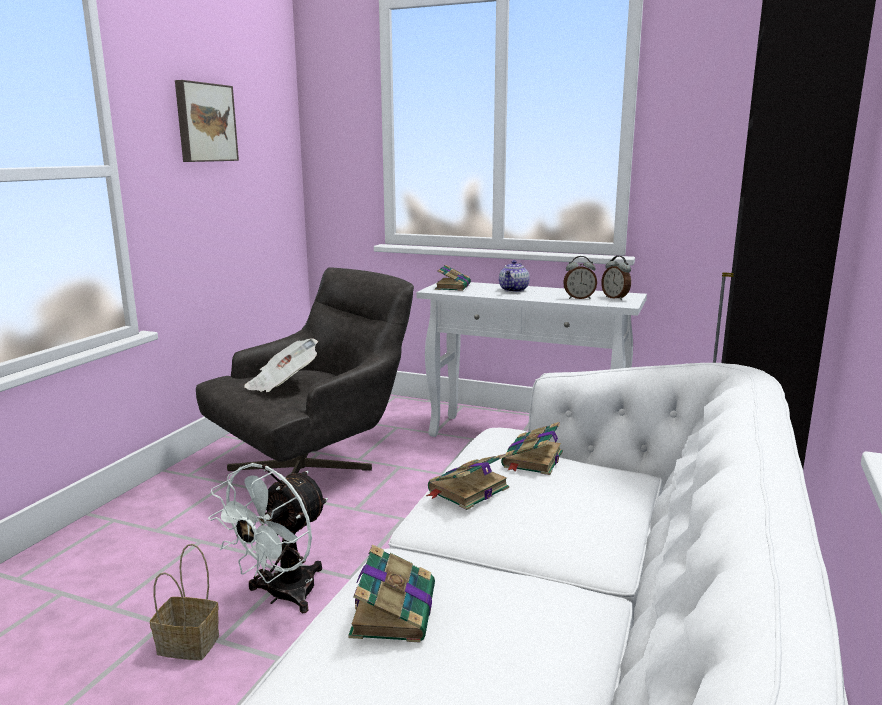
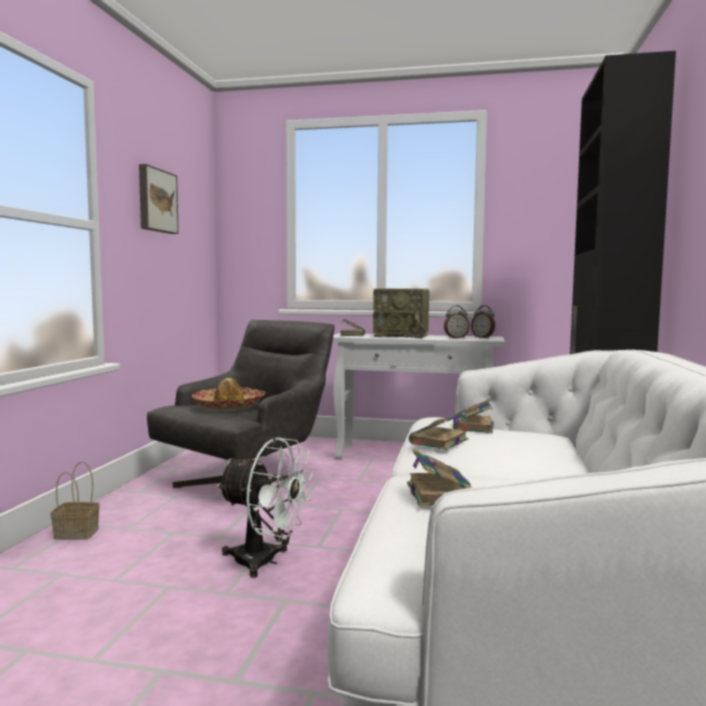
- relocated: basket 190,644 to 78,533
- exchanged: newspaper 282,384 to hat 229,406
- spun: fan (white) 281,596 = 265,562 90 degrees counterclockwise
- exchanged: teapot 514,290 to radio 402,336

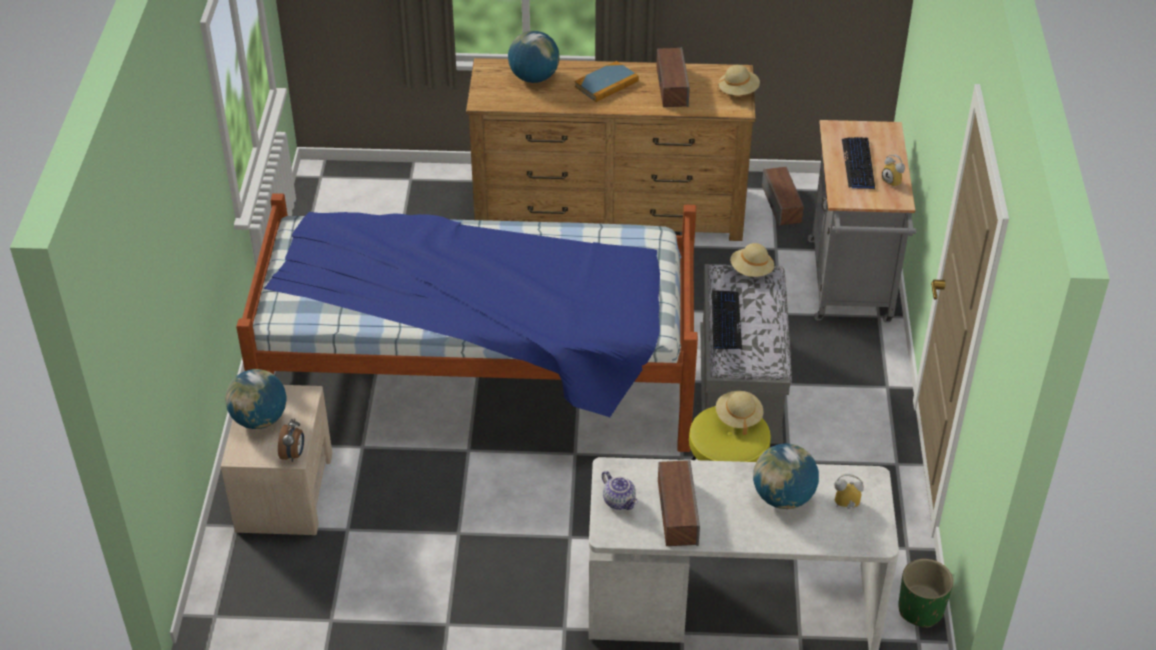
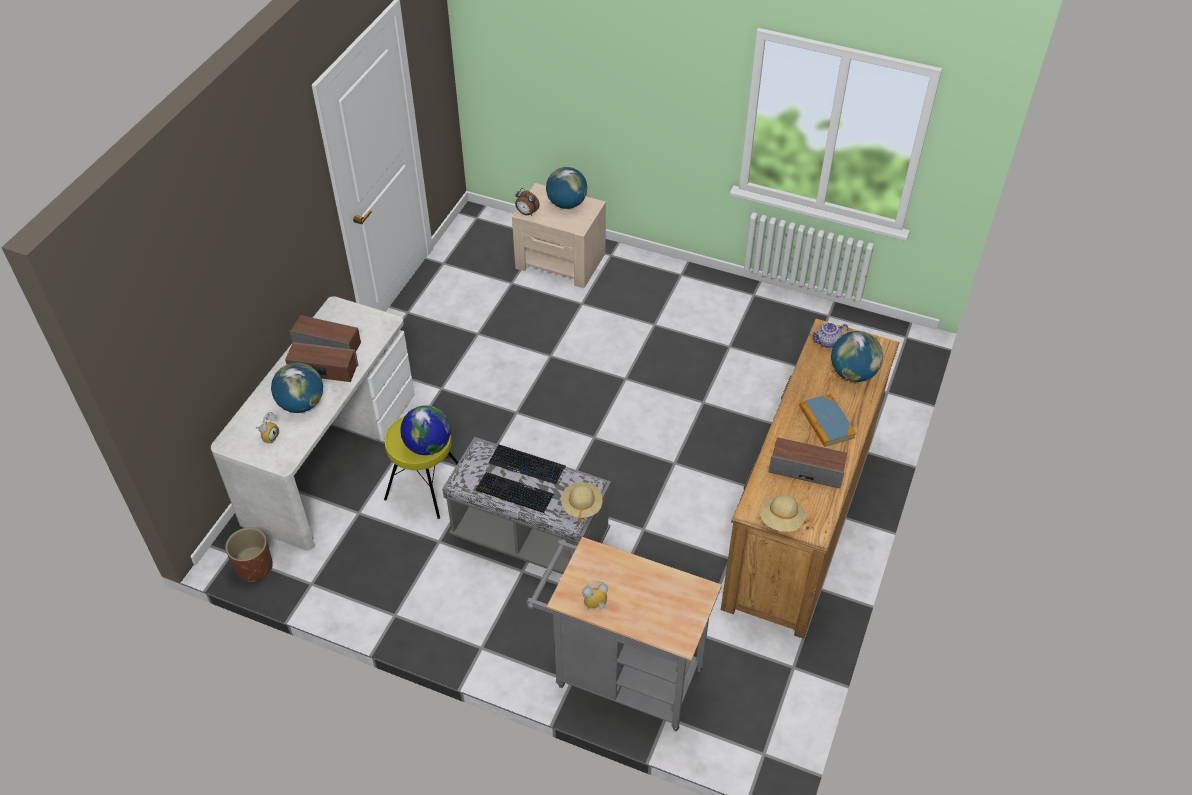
- colour: planter (green) 920,610 to planter (brown) 254,567
- relocated: speaker 782,204 to 323,370
- exchanged: hat (beige) 738,417 to globe 428,445
- relocated: keyboard 858,164 to 514,493
- relocated: teapot 620,501 to 827,342
- missing: bed 481,377

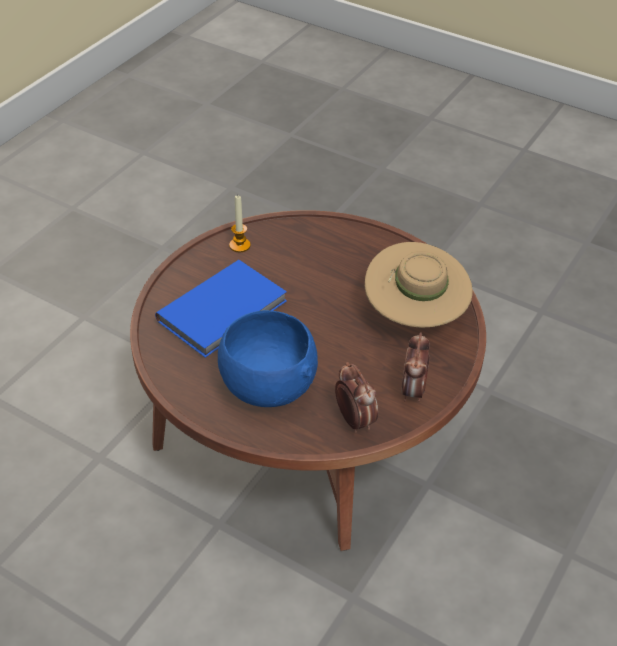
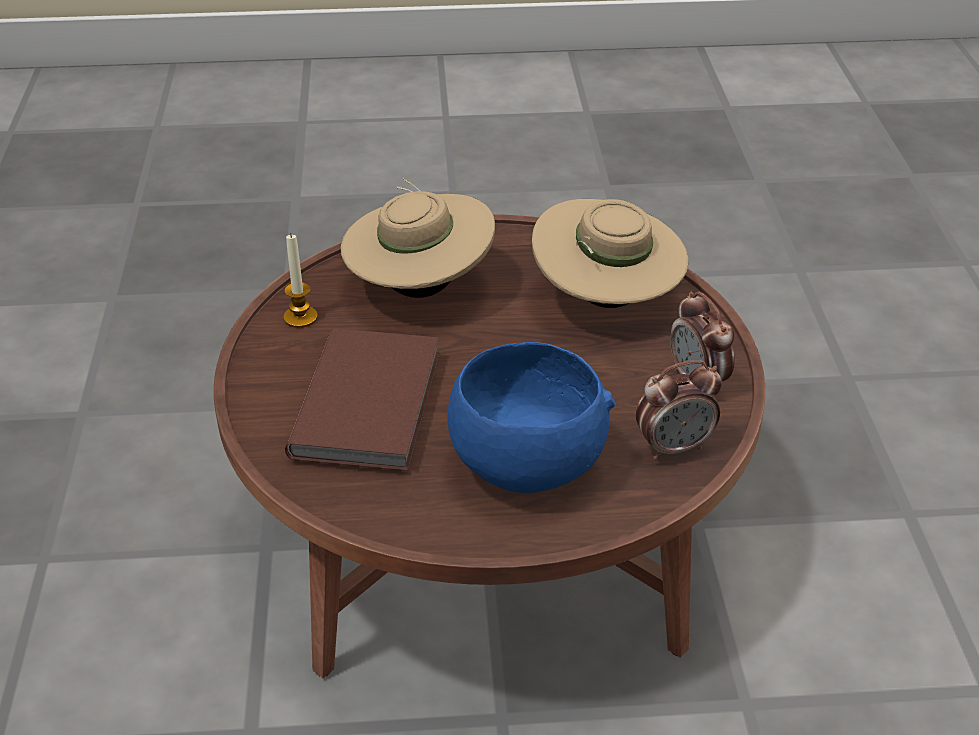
- colour: book (blue) 225,311 to book (brown) 372,402
- appeared: hat (beige) 419,287
- spun: alarm clock 354,420 = 674,447 135 degrees clockwise

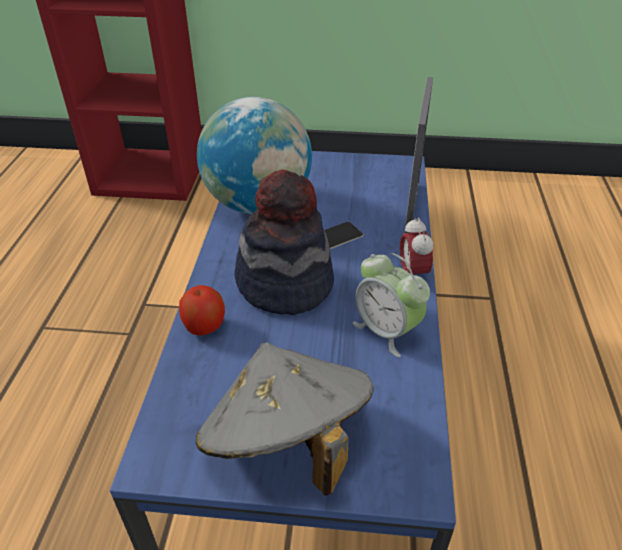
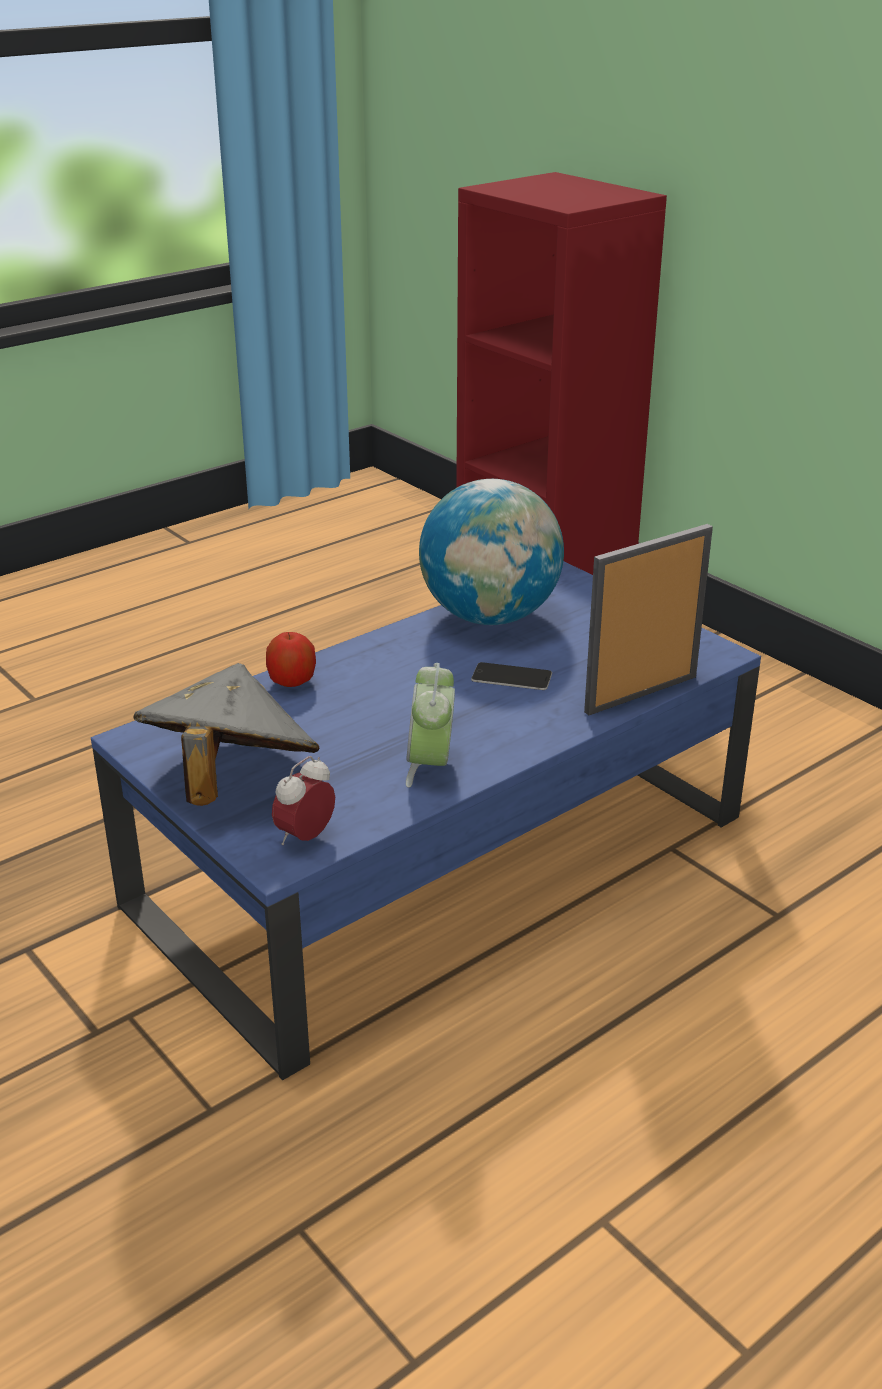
- relocated: alarm clock 412,273 to 305,837
- missing: hat 284,284

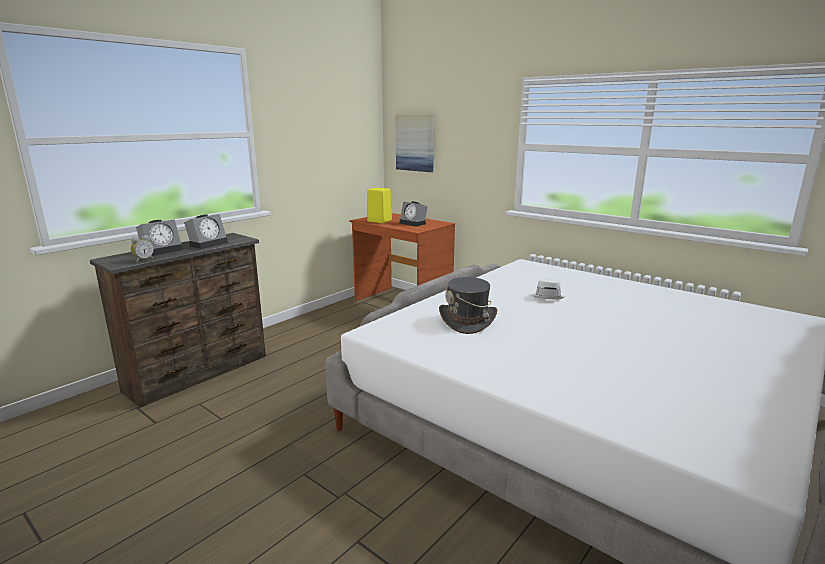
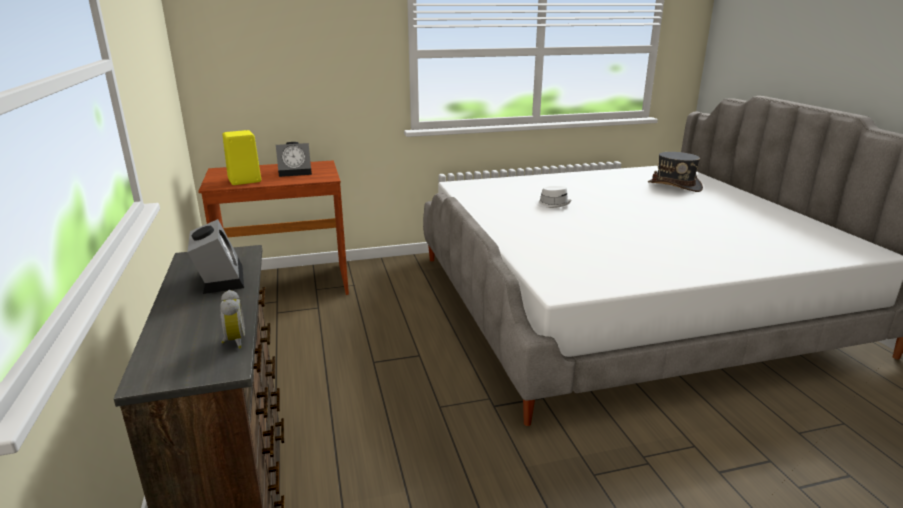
- relocated: hat (grey) 467,320 to 674,186
- missing: alarm clock 162,250
- missing: picture 415,142

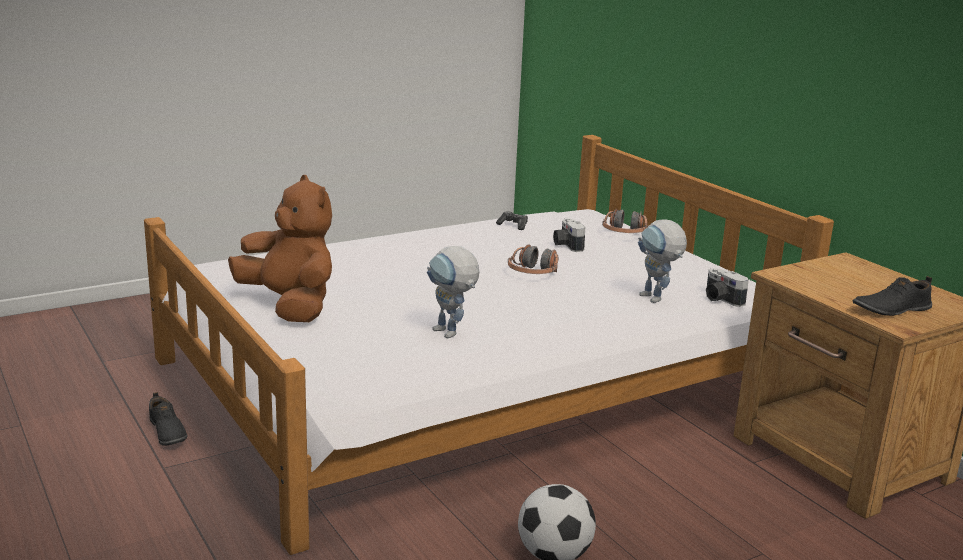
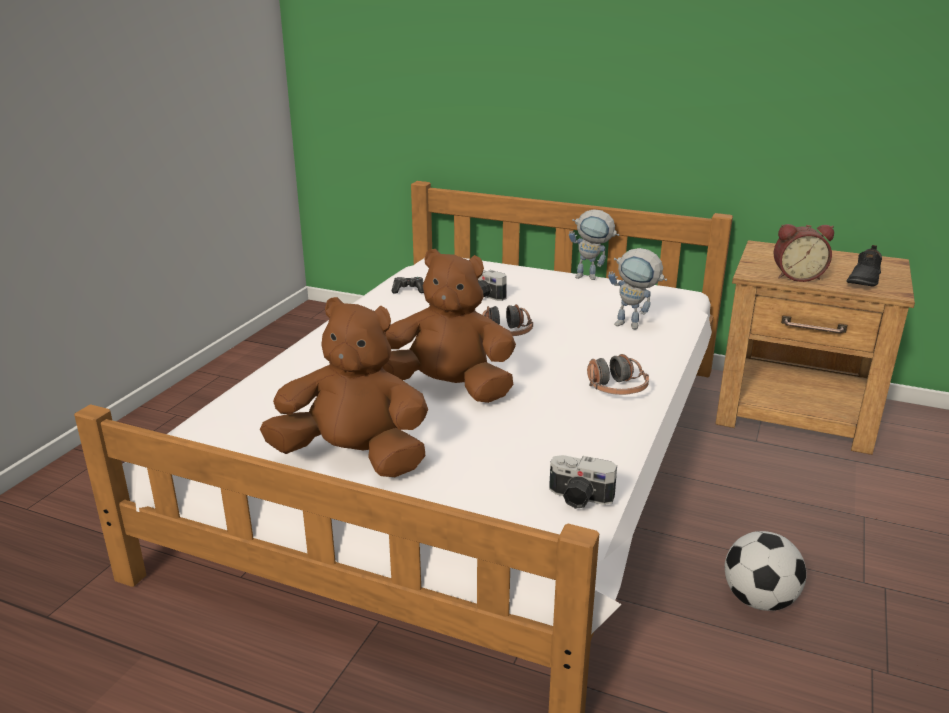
- appeared: plush toy (brown) 448,389
- relocated: photo camera 720,299 to 579,498
- relocated: toy robot 451,334 to 591,277
- relocated: headphones 624,233 to 616,389
- appeared: alarm clock 797,276
- missing: shoe (black) 166,432

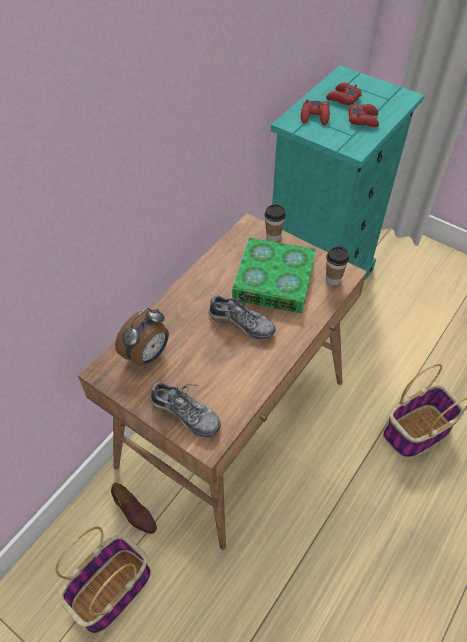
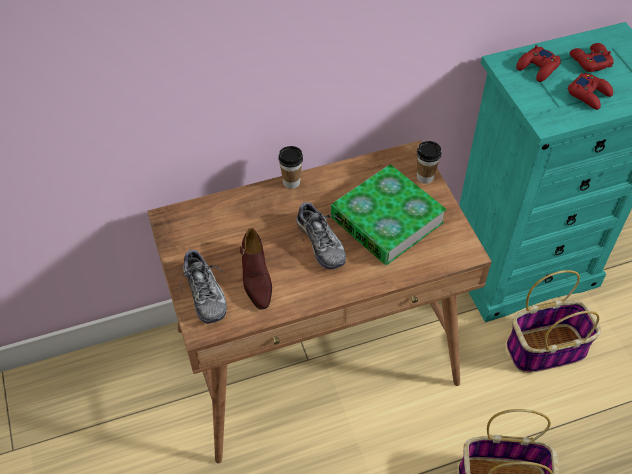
- relocated: shoe (brown) 134,512 to 256,277
- relocated: cup 333,279 to 291,182
- relocated: basket 112,588 to 546,348
- missing: alarm clock 147,355

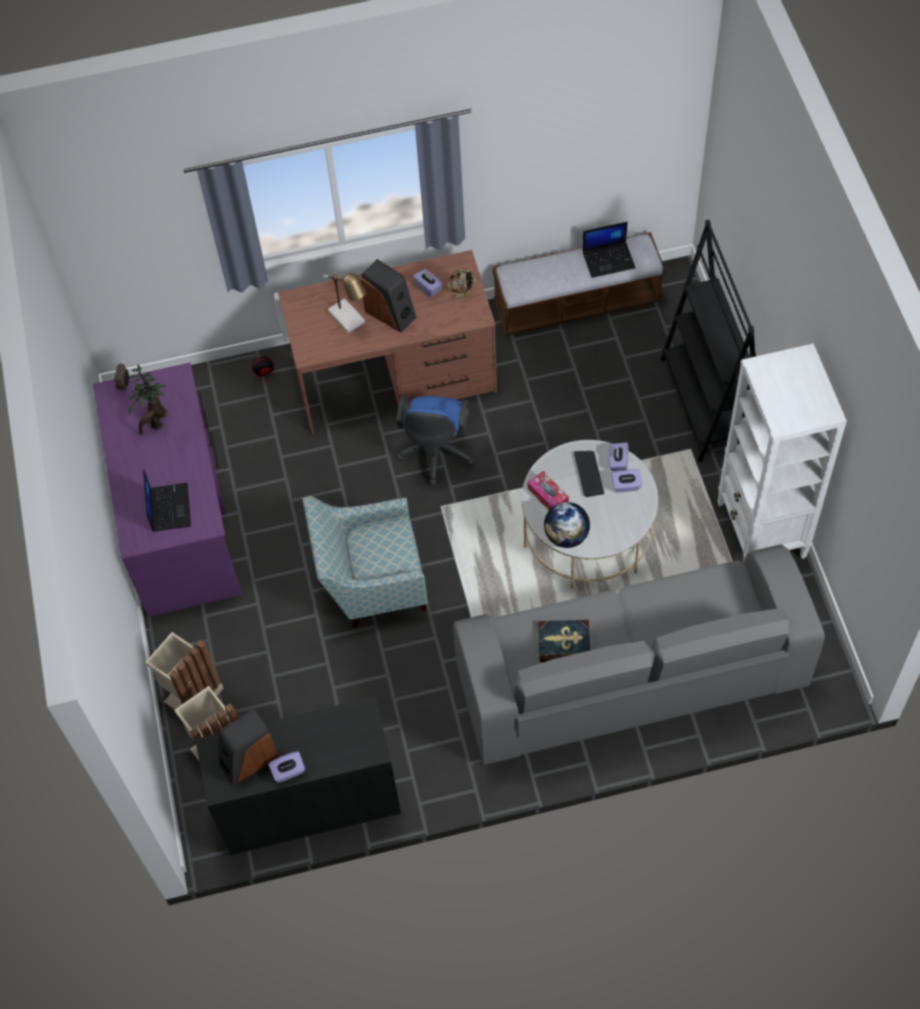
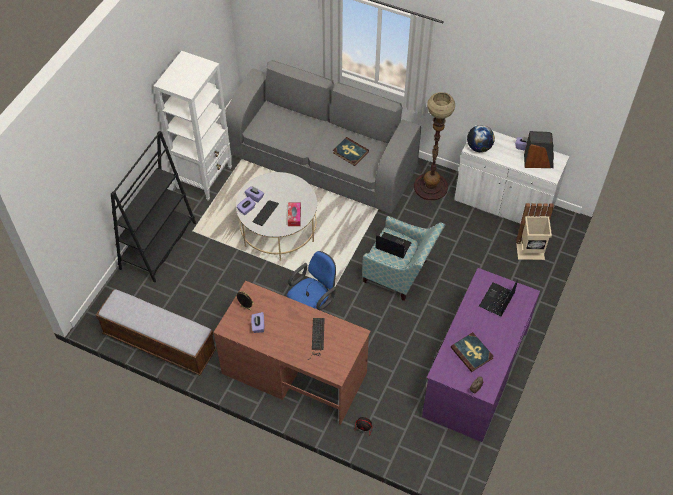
- exchanged: table lamp 350,319 to keyboard 317,338
- relocated: laptop 609,259 to 392,246
- appeared: floor lamp 431,187
- exchanged: potted plant 156,422 to book 472,353
- colour: cabinet (black) 309,803 to cabinet (white) 504,203
- relocated: globe 566,536 to 479,147
- missing: trash can (beige) 191,693
- missing: speaker 391,313

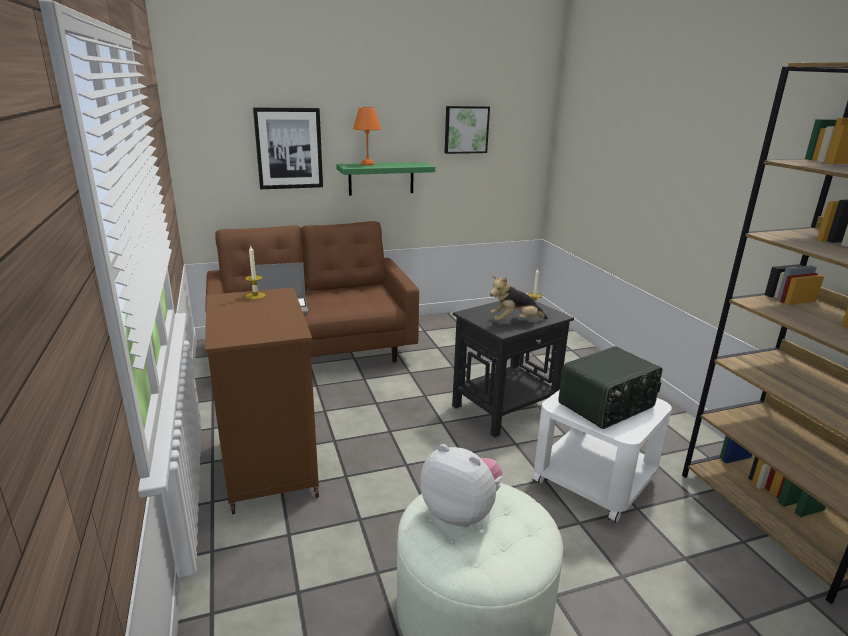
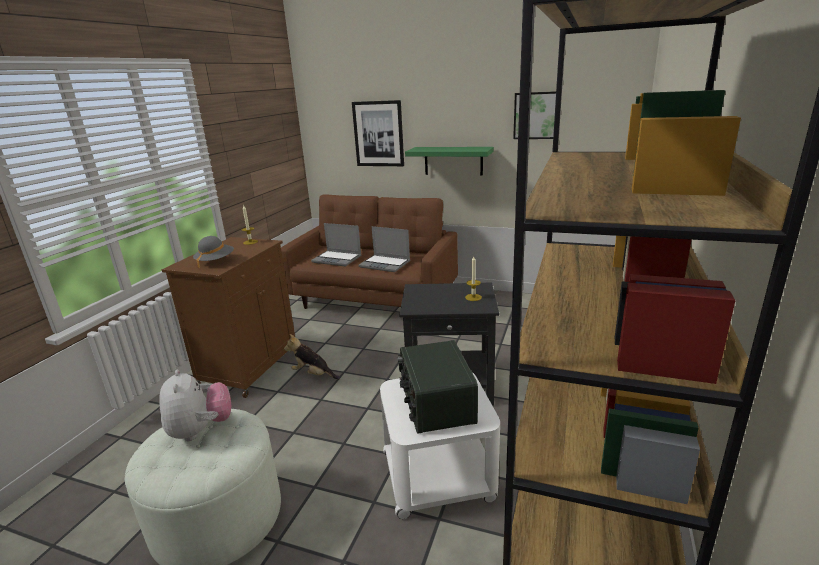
- appeared: hat (grey) 215,261
- relocated: plush toy 515,322 to 313,374
- appeared: laptop 385,264
- spun: radio 607,406 = 435,403 75 degrees clockwise
- missing: table lamp (orange) 367,164

